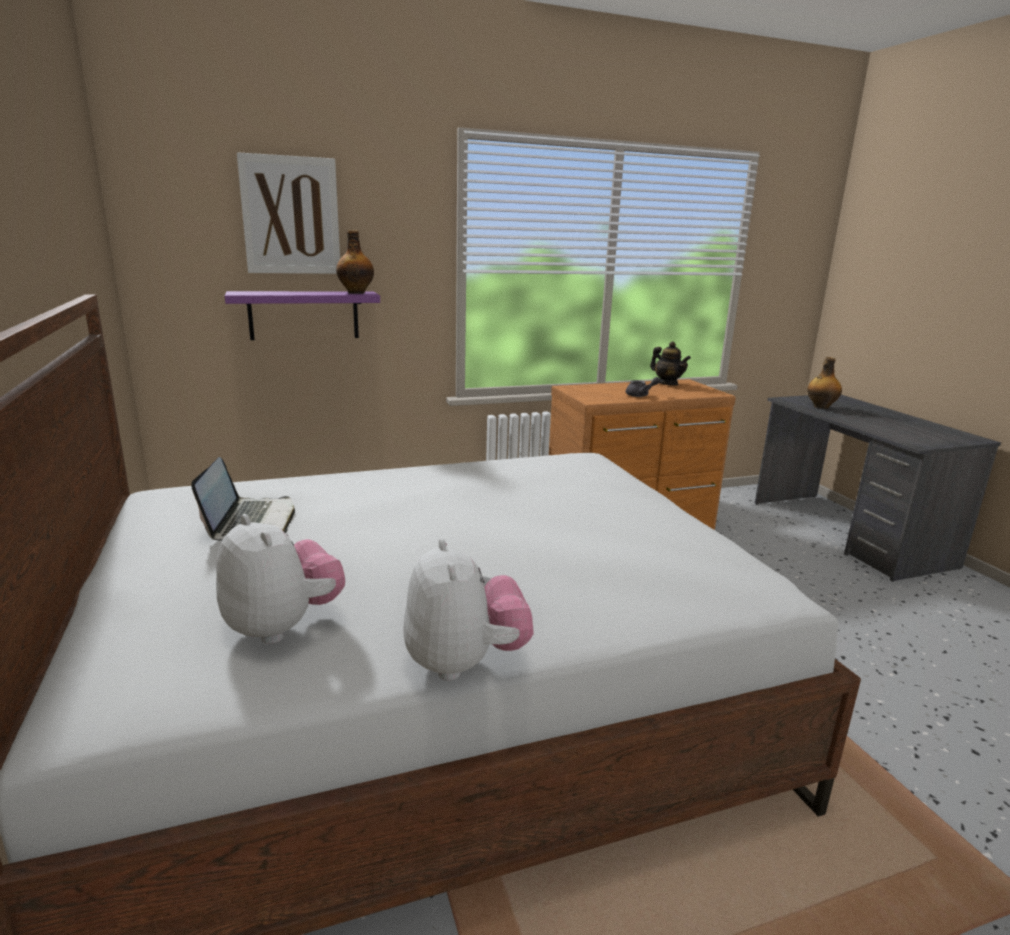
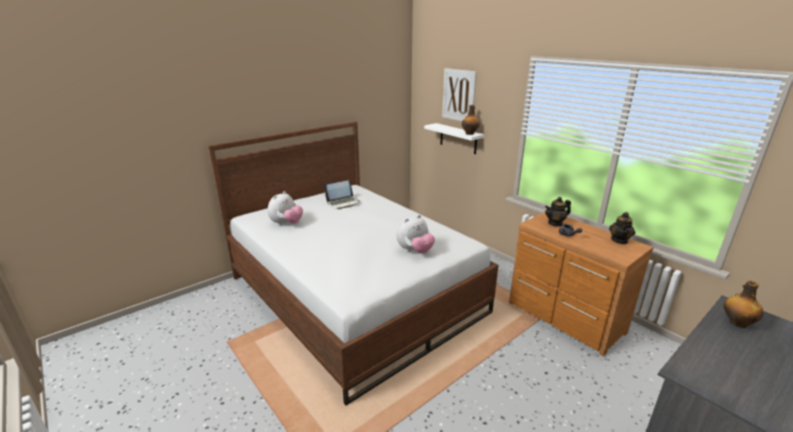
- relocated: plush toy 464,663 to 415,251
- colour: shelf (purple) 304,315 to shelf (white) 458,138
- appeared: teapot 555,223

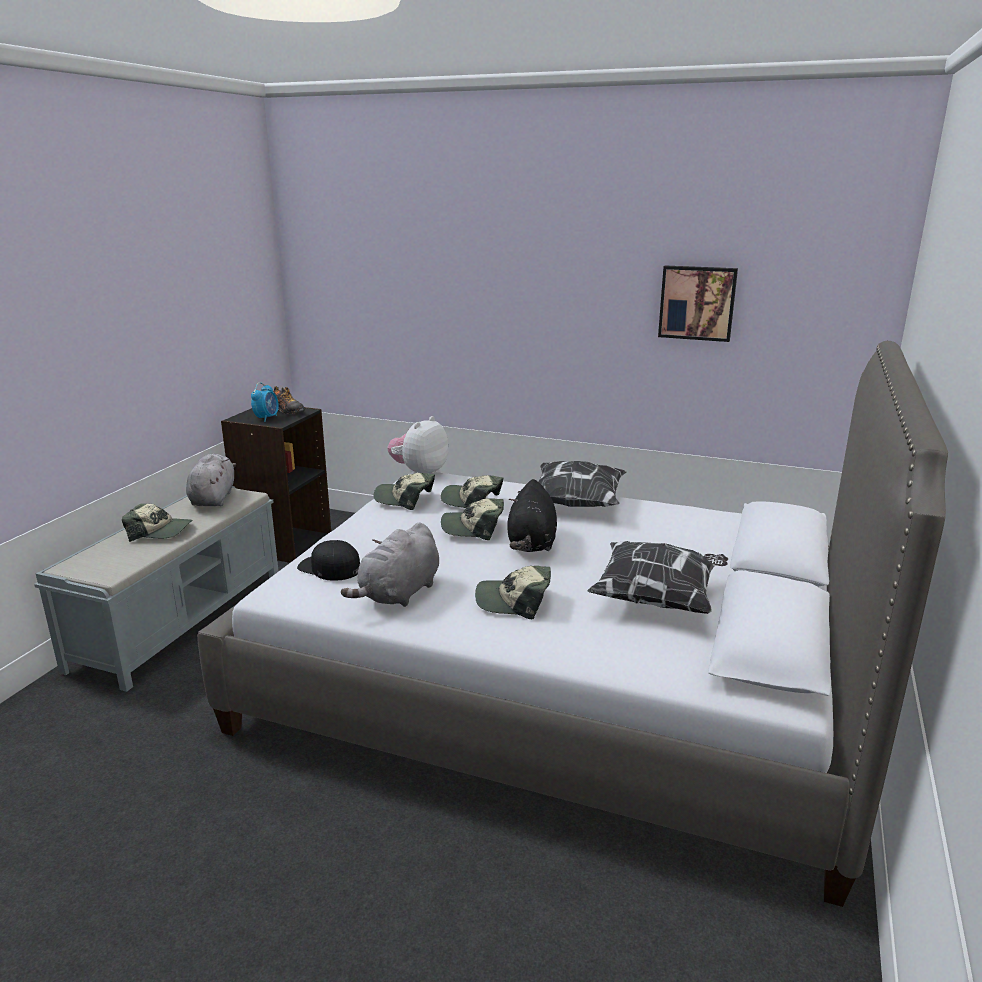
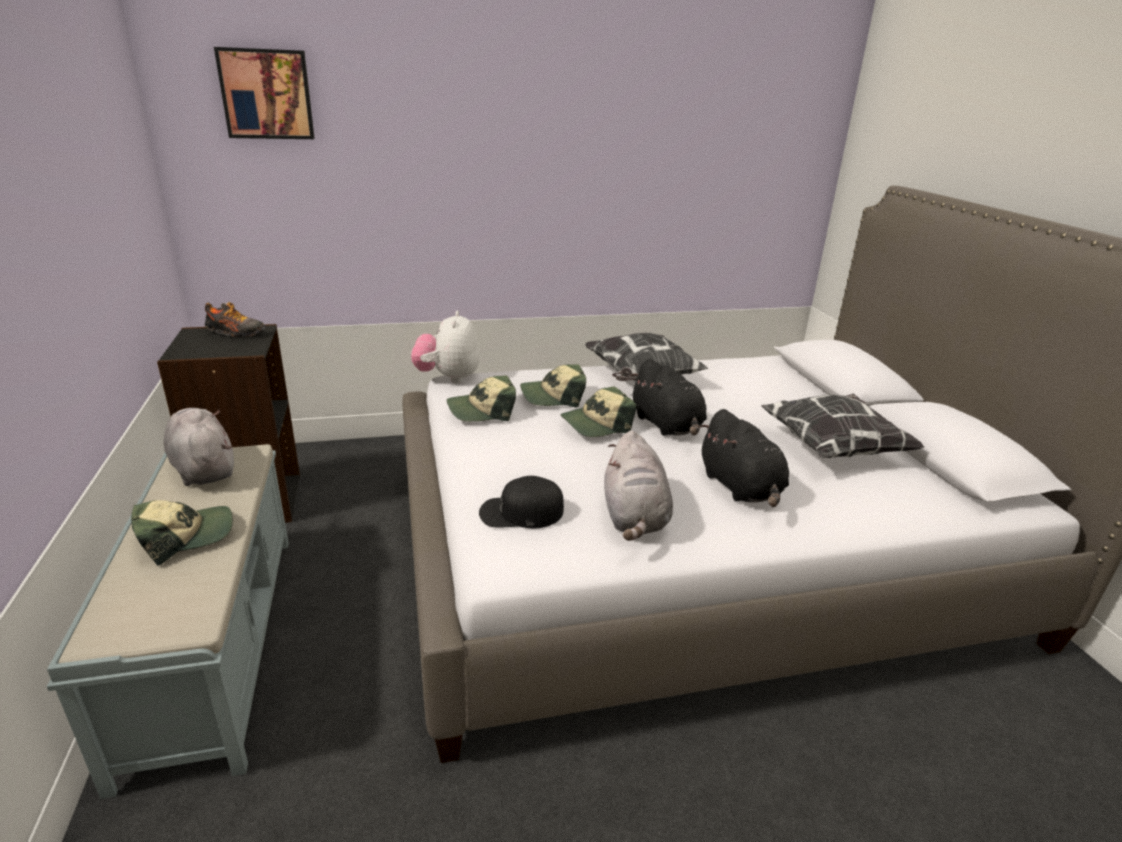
- relocated: picture 697,302 to 267,94
- exchanged: cap 514,601 to plush toy (black) 741,488
- missing: alarm clock 267,418

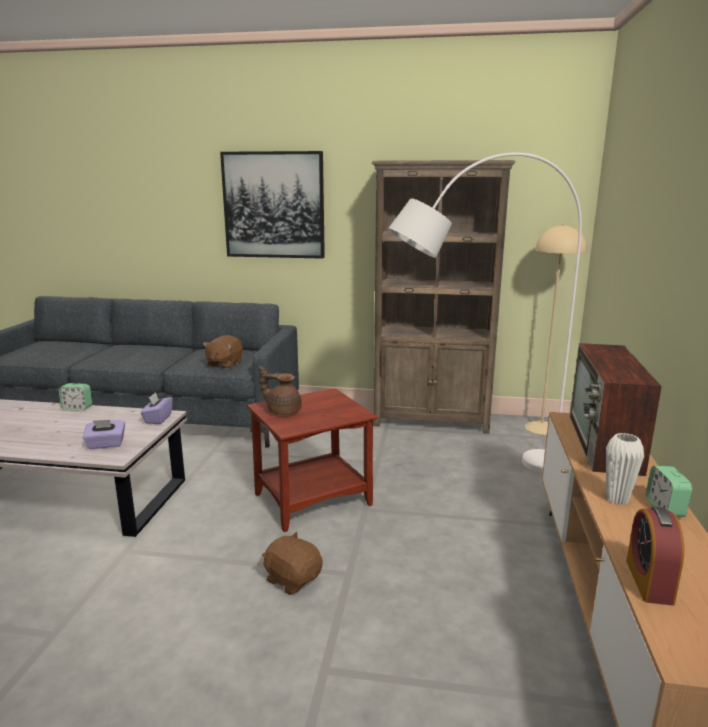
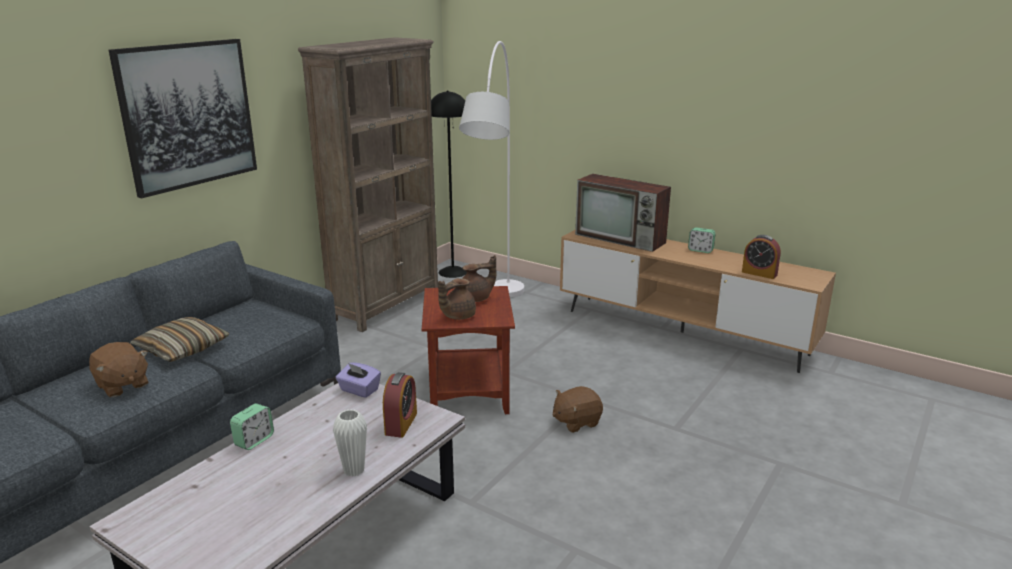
- relocated: plush toy (brown) 224,364 to 122,385
- appeared: pillow 182,349
- relocated: vase (white) 617,499 to 354,470
- exchanged: tissue box (purple) 106,445 to alarm clock 401,424
- colour: floor lamp (beige) 541,428 to floor lamp (black) 453,272
- appeared: teapot (brown) 476,299

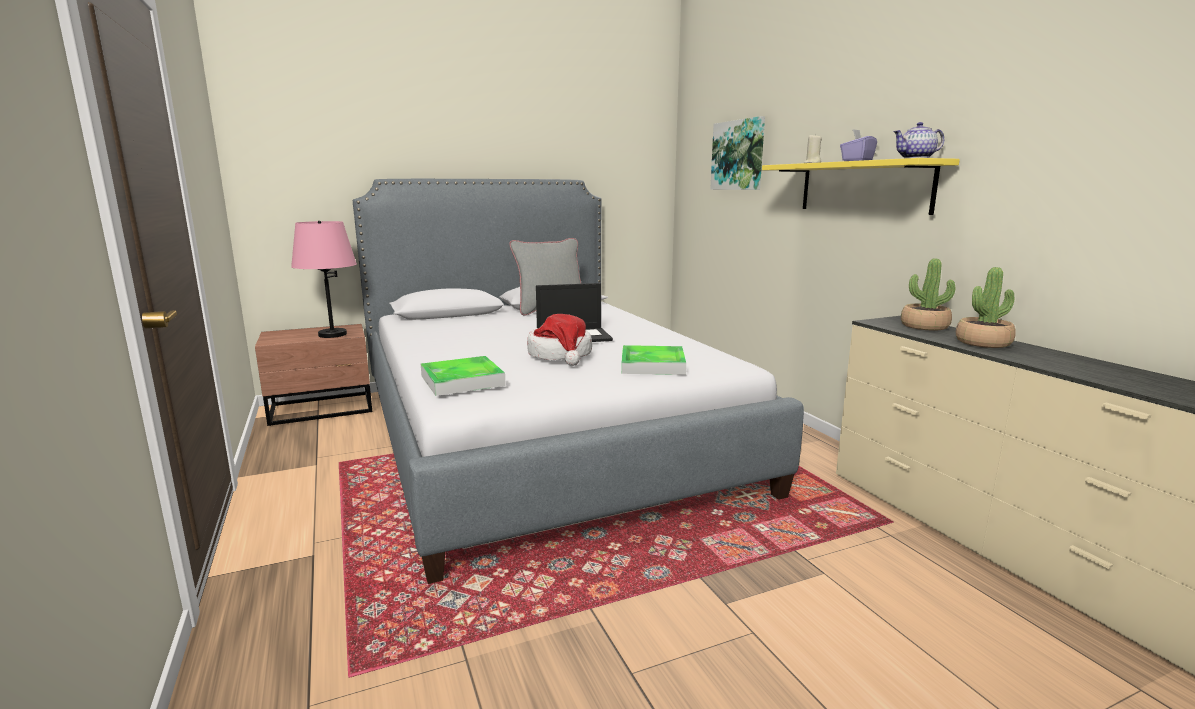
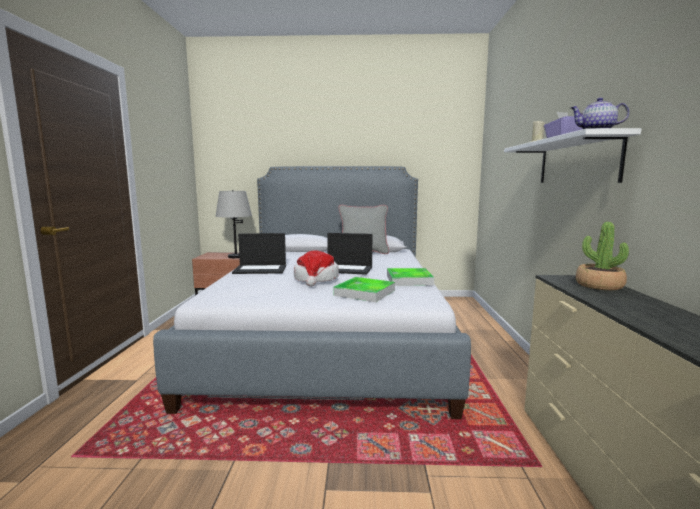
- colour: table lamp (pink) 332,334 to table lamp (grey) 236,257
- appeared: laptop 261,269
- relocated: tray 462,380 to 409,280
- colour: shelf (yellow) 863,187 to shelf (white) 576,161
- missing: picture 738,155
- missing: potted plant 983,343

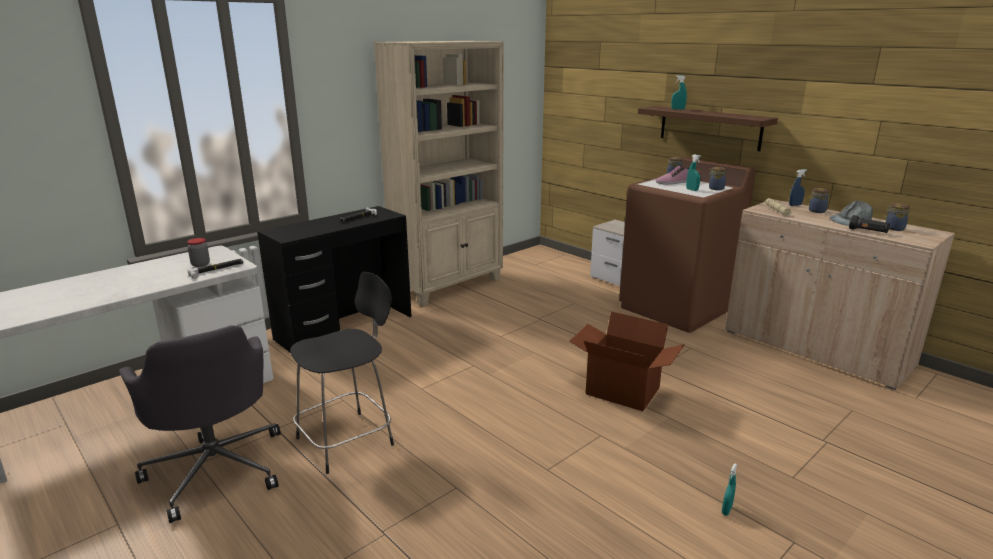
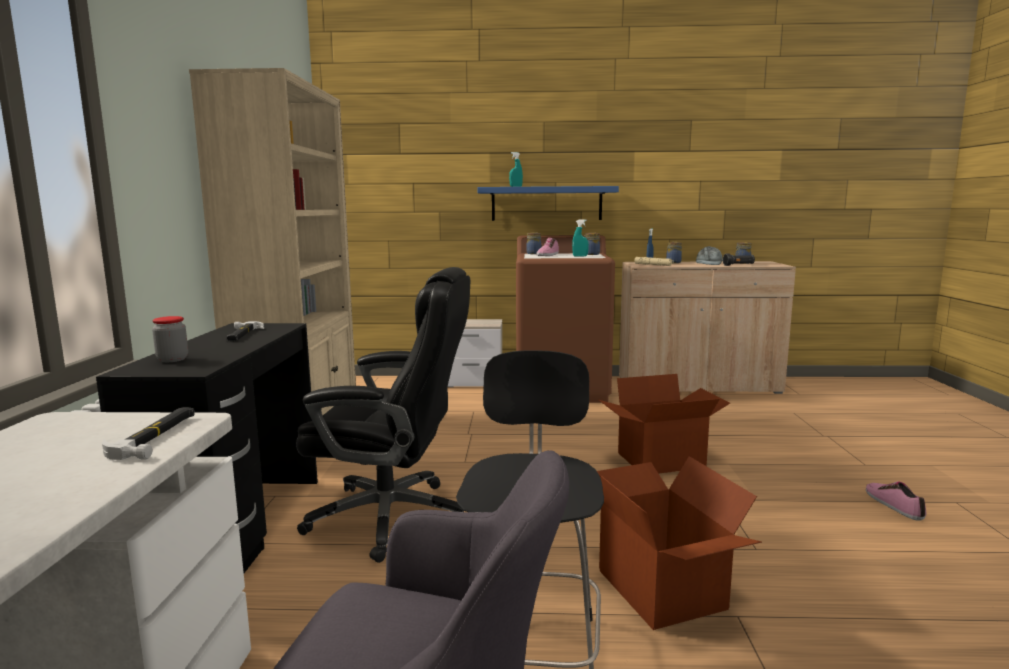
- relocated: jar 200,264 to 172,359
- appeared: office chair (black) 392,517
- colour: shelf (brown) 709,127 to shelf (blue) 546,203
- appeared: cardboard box 663,589
- exchanged: spray bottle (turquoise) 726,510 to shoe 894,504

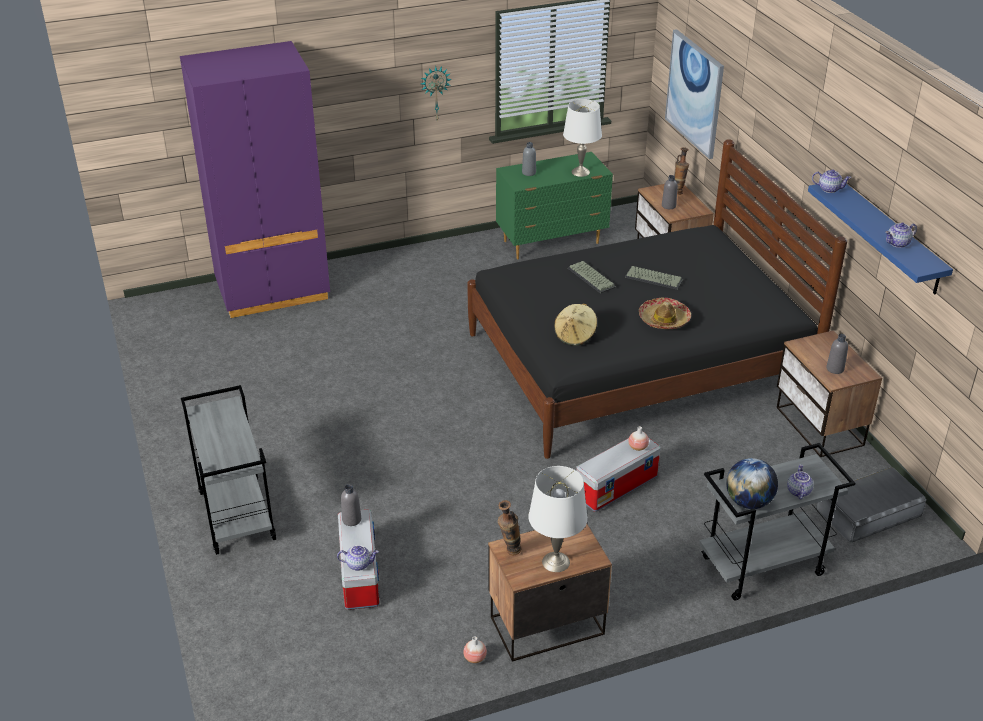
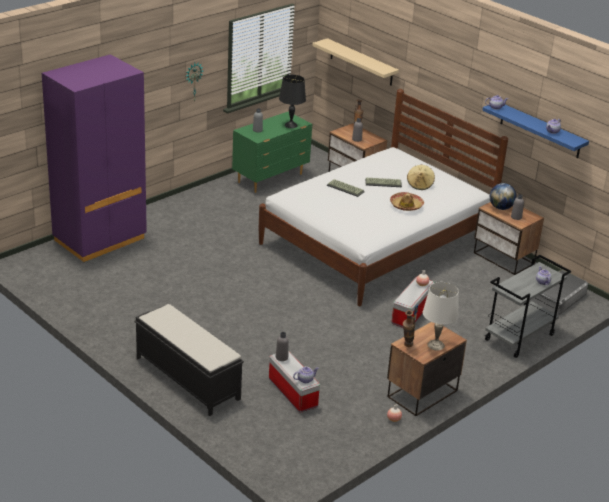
- exchanged: cart (grey) 236,515 to bench (black) 187,378
- colour: bed (black) 636,363 to bed (white) 375,243
- colour: table lamp (white) 580,172 to table lamp (black) 291,125
- exchanged: picture 694,93 to shelf (beige) 361,62
- relocated: hat (beige) 575,336 to 420,185
- relocated: globe 748,502 to 501,208

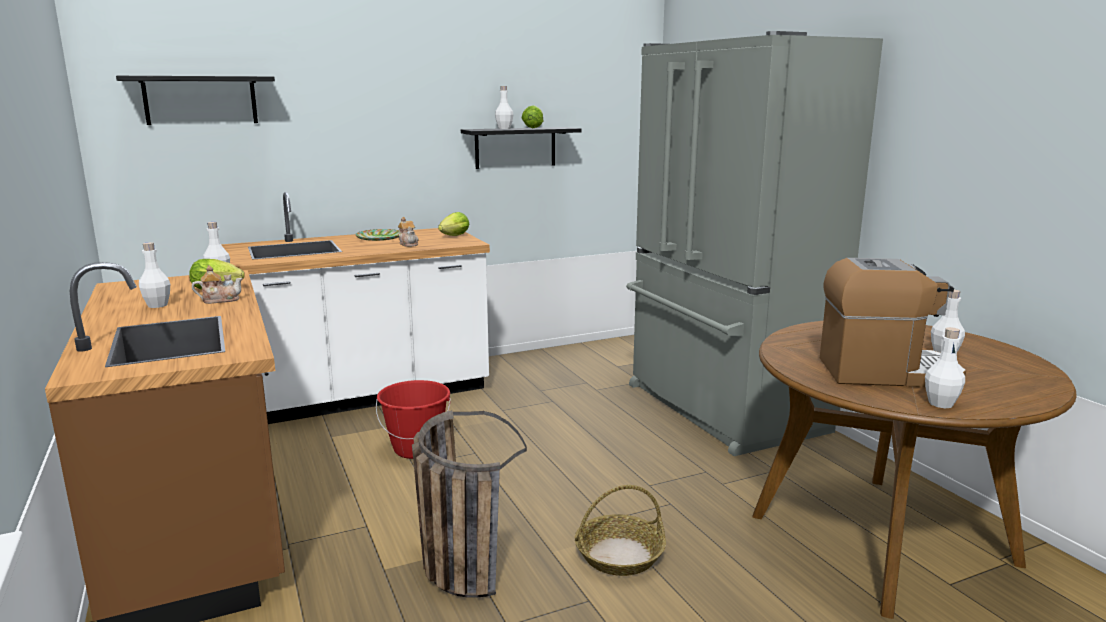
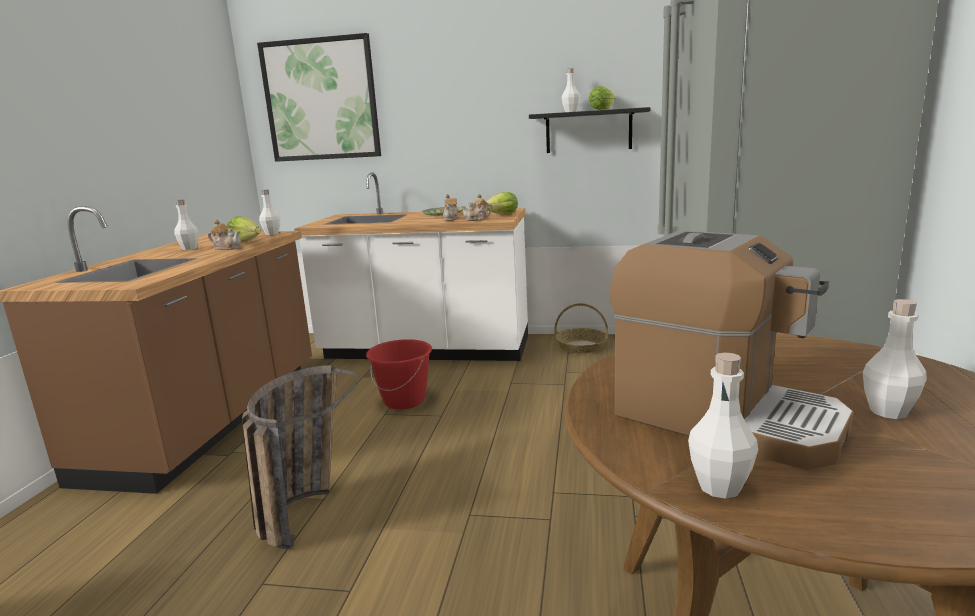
- exchanged: shelf (black) 200,100 to picture 321,100
- appeared: teapot 477,219
- relocated: basket 620,555 to 581,346

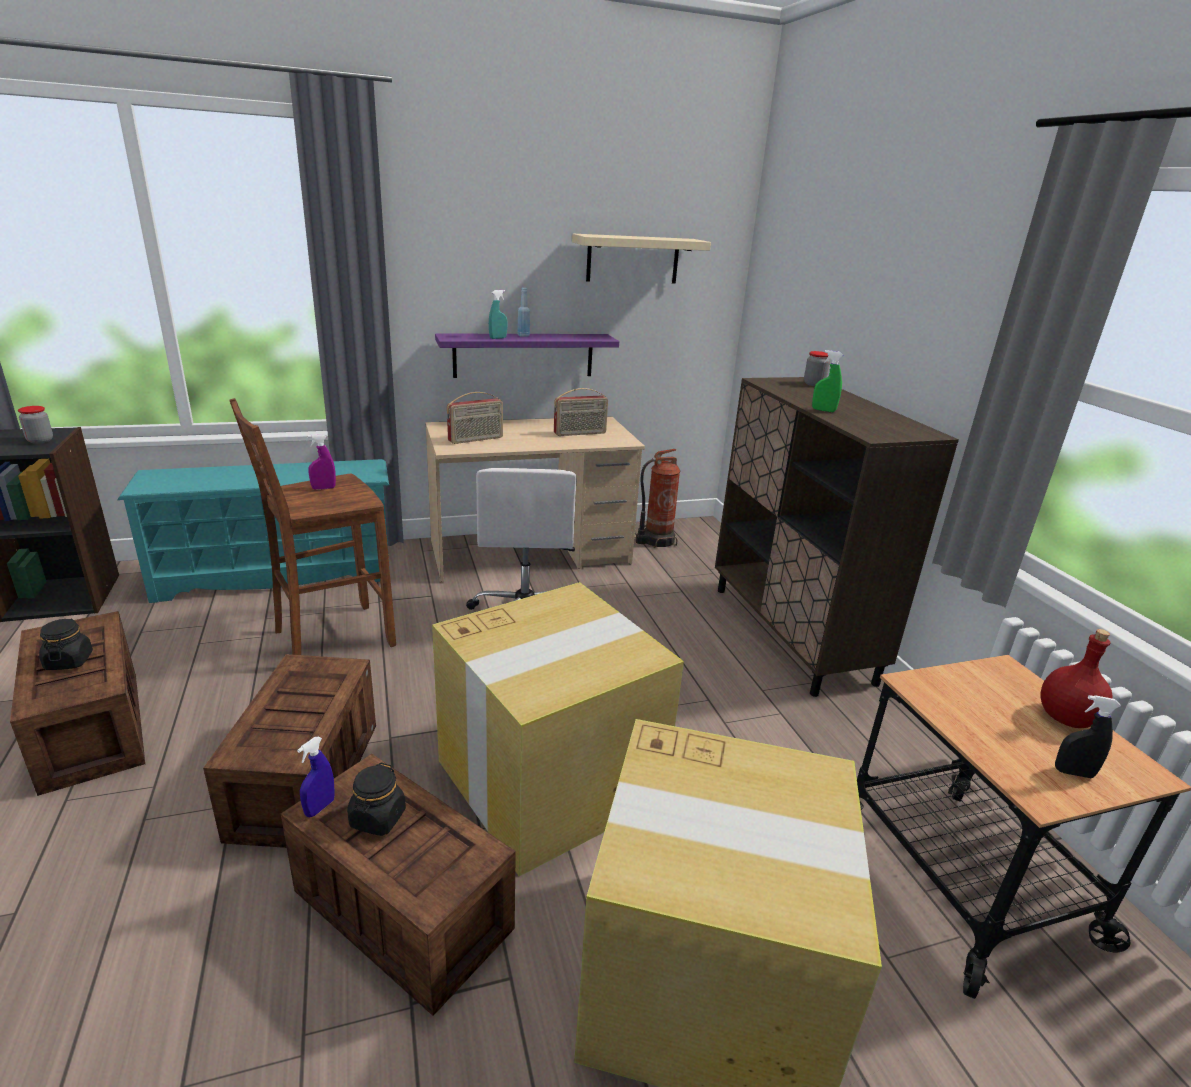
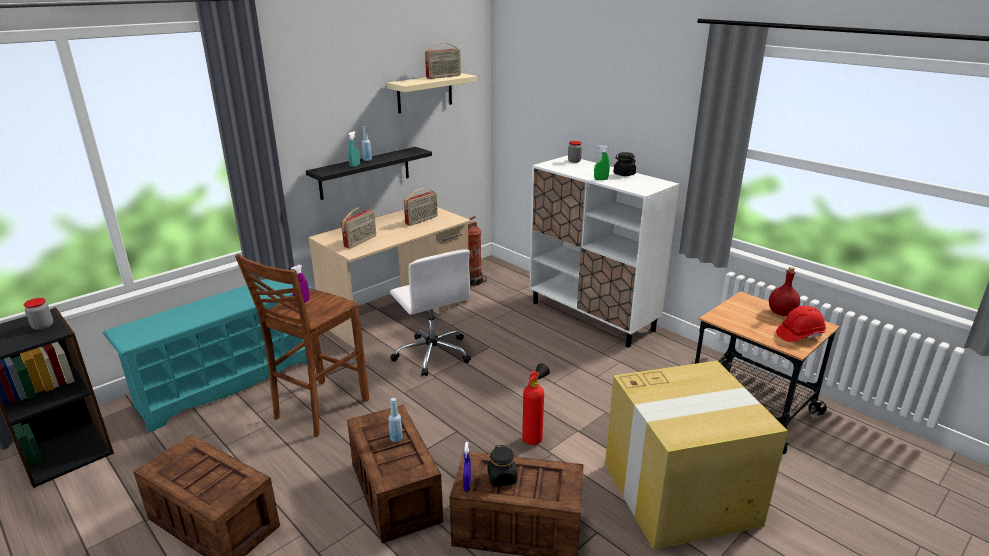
- colour: shelf (purple) 524,355 to shelf (black) 365,173
- appeared: bottle (blue) 396,438
- appeared: radio 444,77
- exchanged: cardboard box 552,779 to fire extinguisher 534,438
- colour: cabinet (brown) 791,633 to cabinet (white) 592,316
- relocated: jar (black) 69,661 to 624,174
- exchanged: spray bottle (black) 1073,773 to hard hat (red) 799,335

